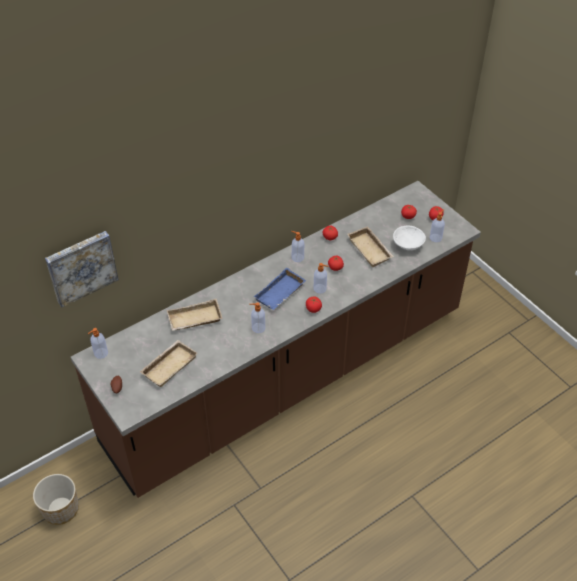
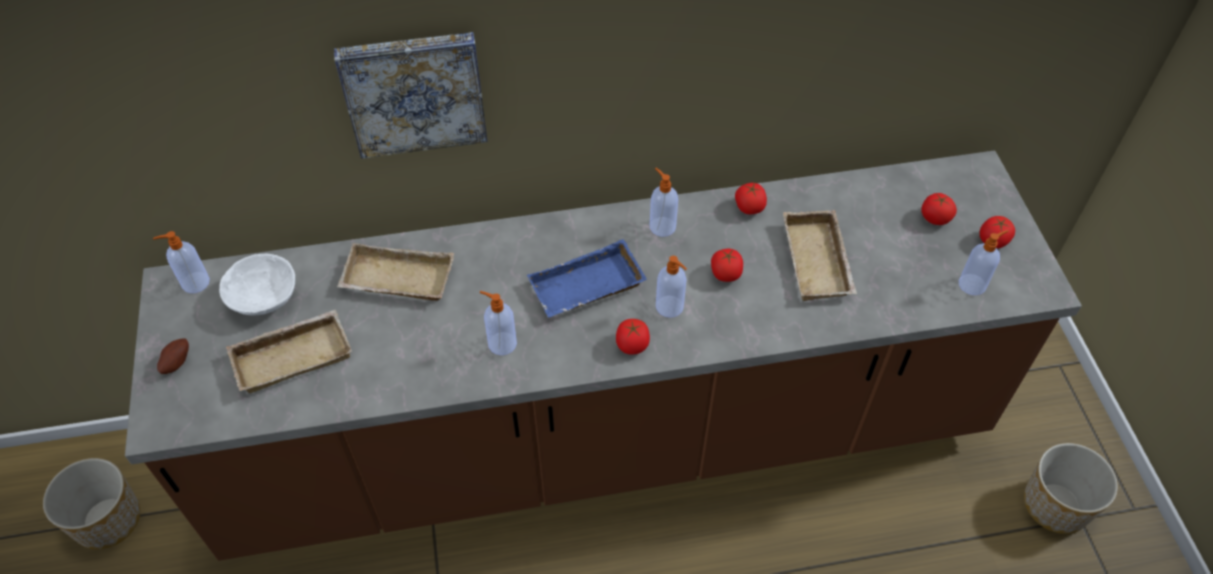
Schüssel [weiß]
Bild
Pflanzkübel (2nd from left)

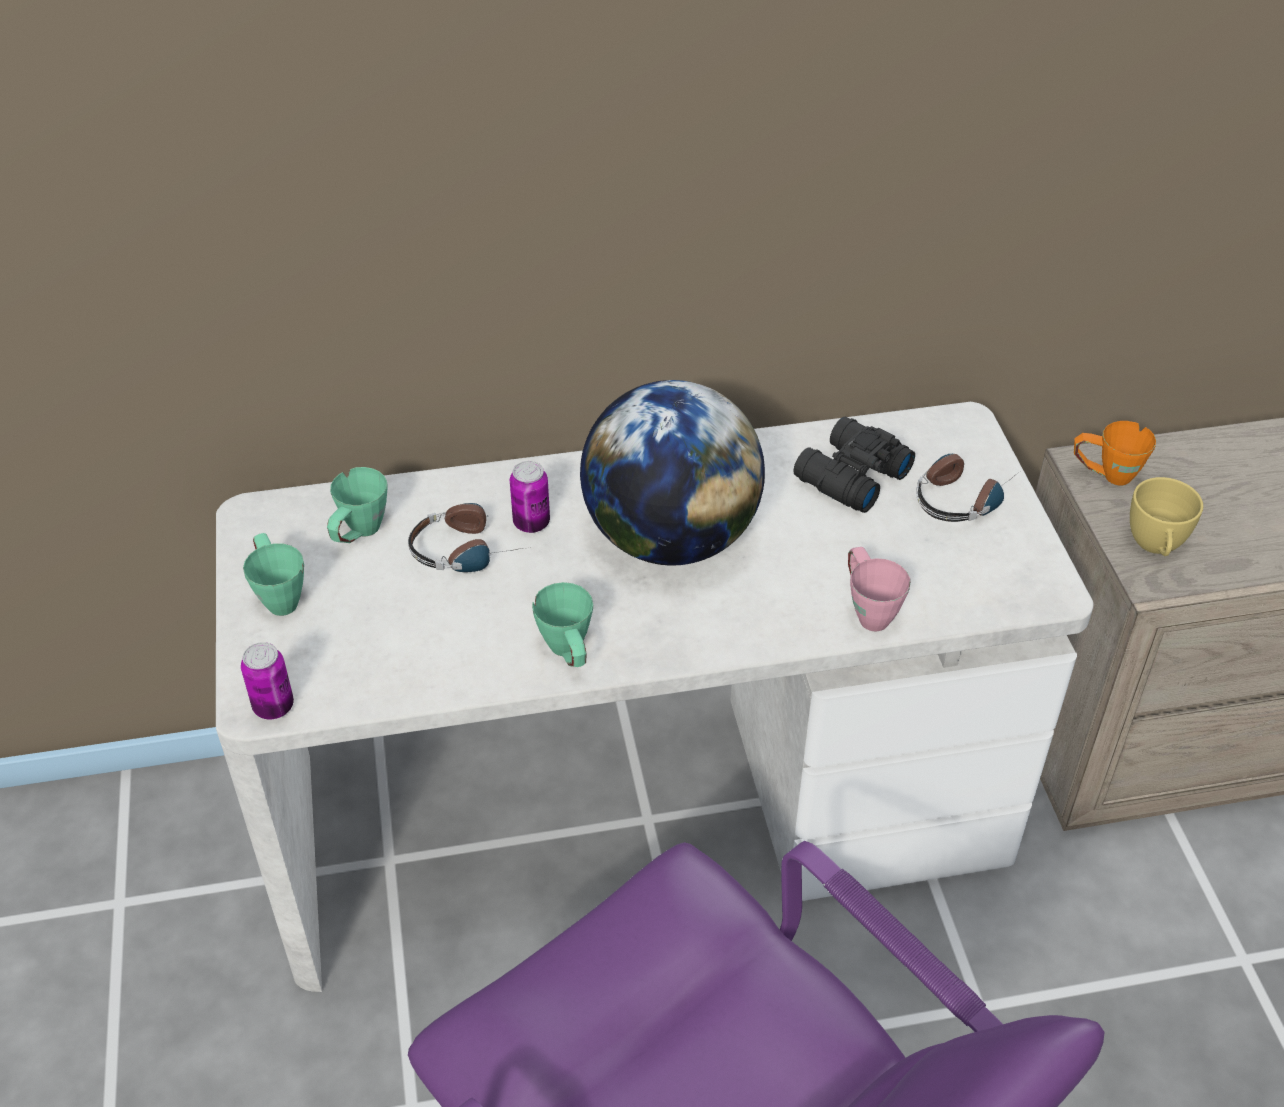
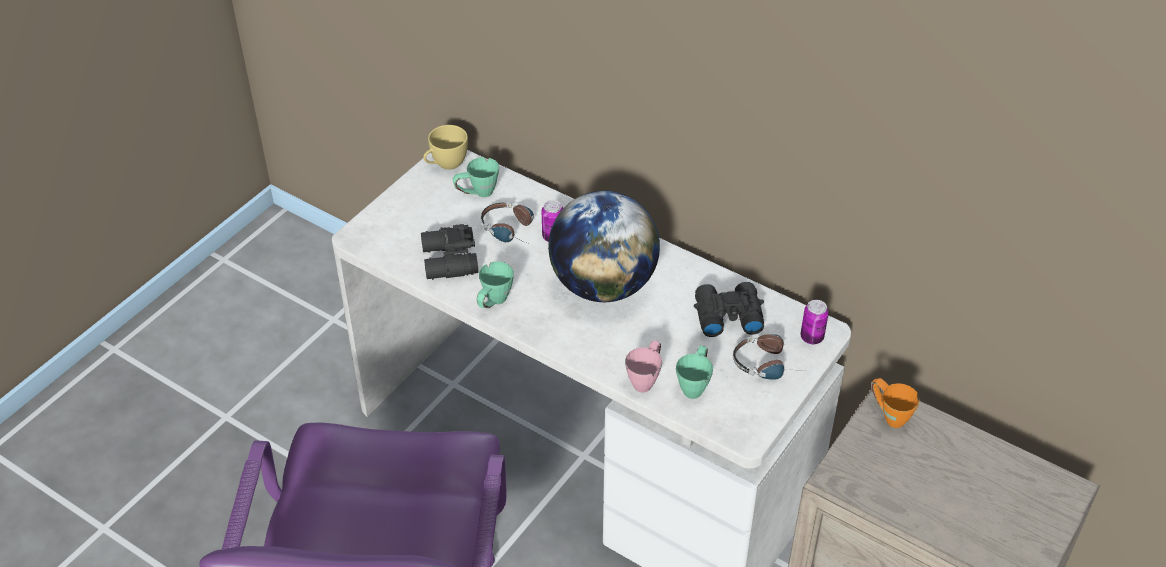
Fernglas [schwarz] (1st from left)
Tasse [gelb]
Henkelbecher [grün] (3rd from left)
Dose (2nd from left)

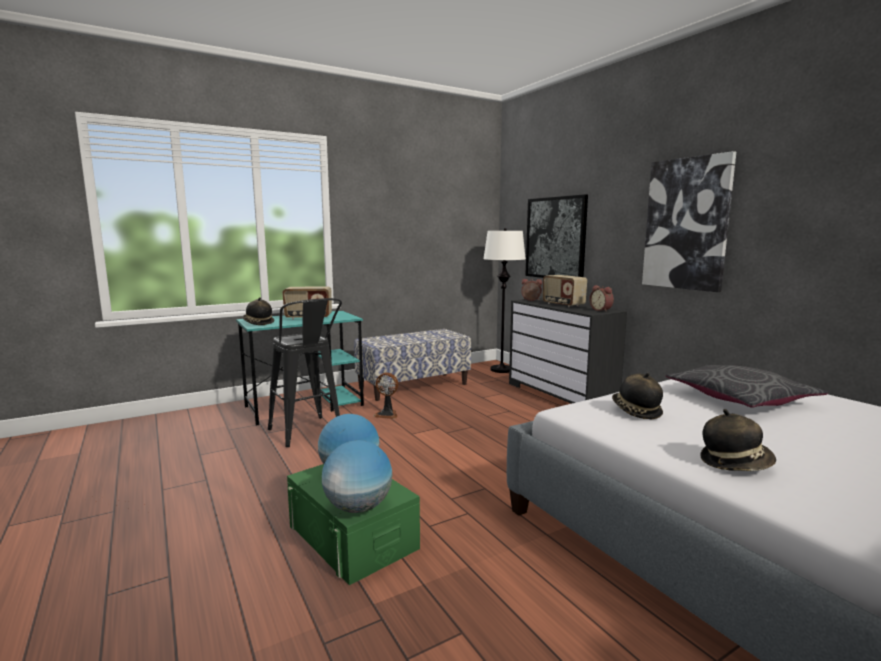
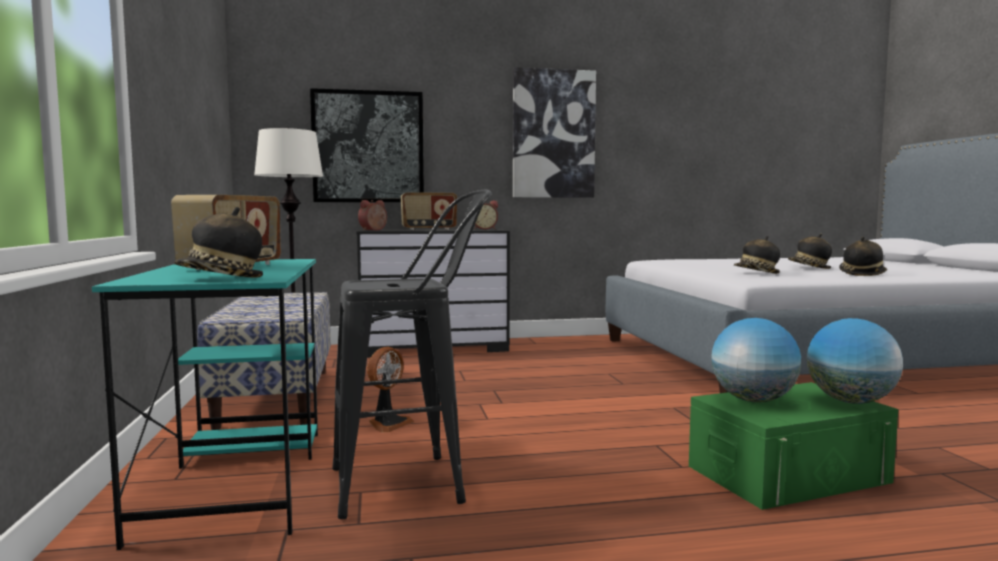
Hut (3rd from left)
Kissen [grau]

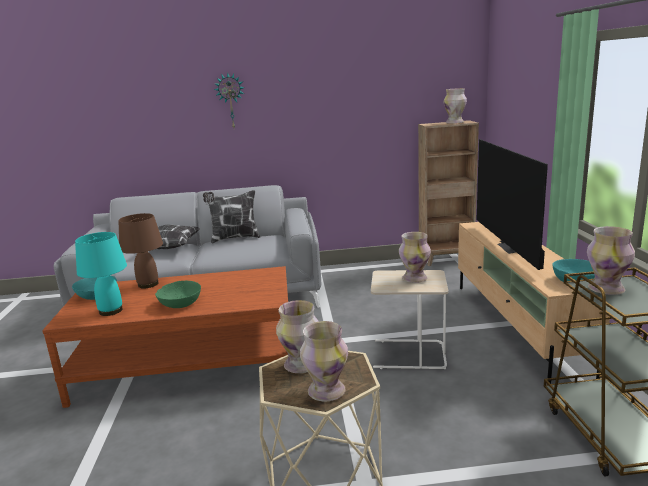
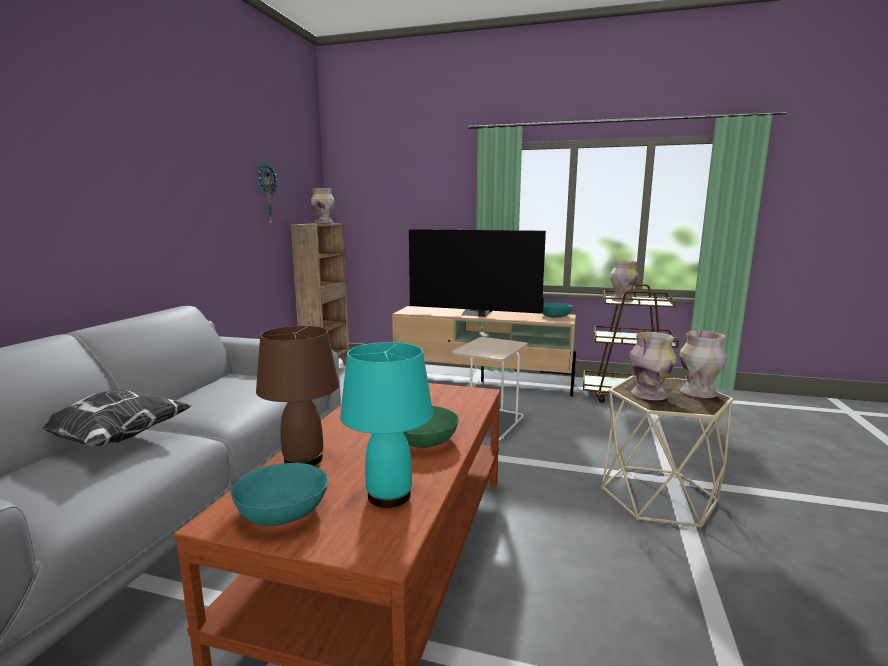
Wanduhr
Kissen (2nd from left in the first image)
Vase (3rd from left in the first image)

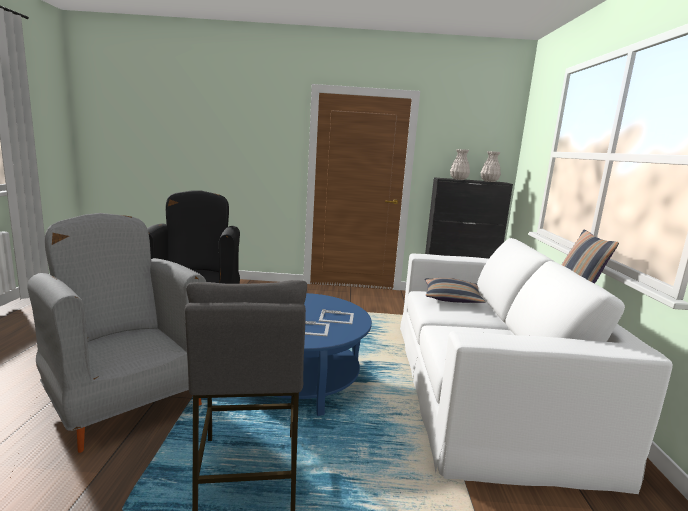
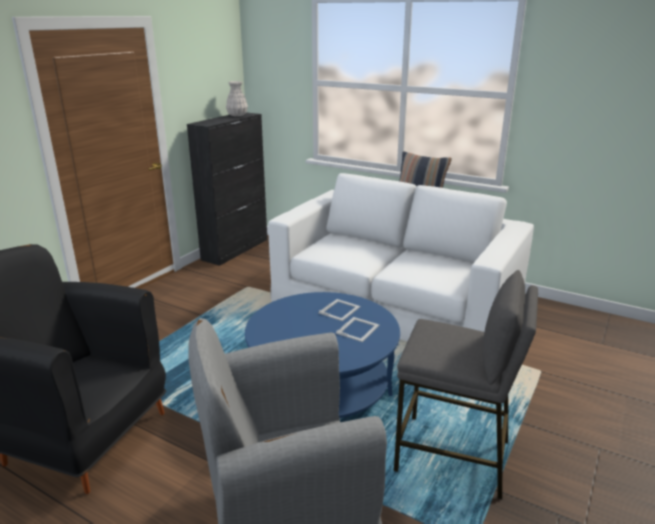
Kissen (1st from left in the first image)
Vase [weiß] (1st from left in the first image)

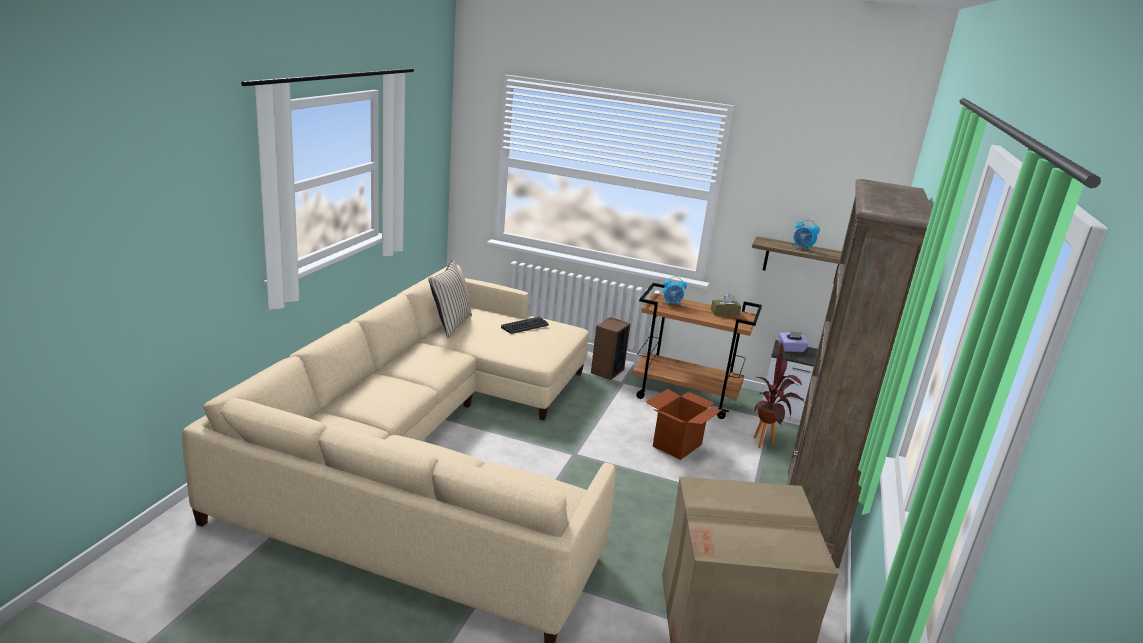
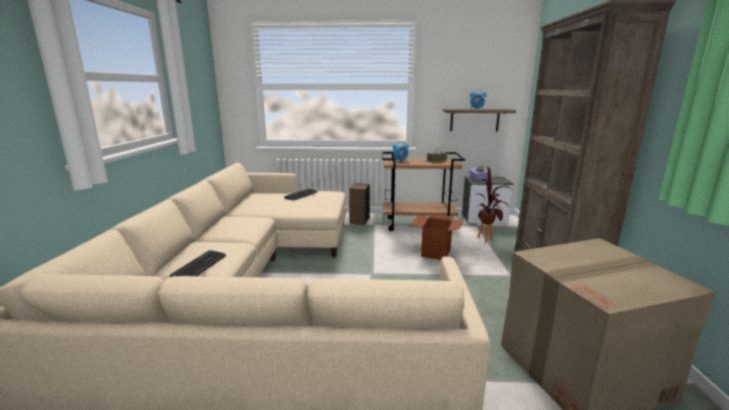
Tastatur (1st from left)
Kissen [beige]

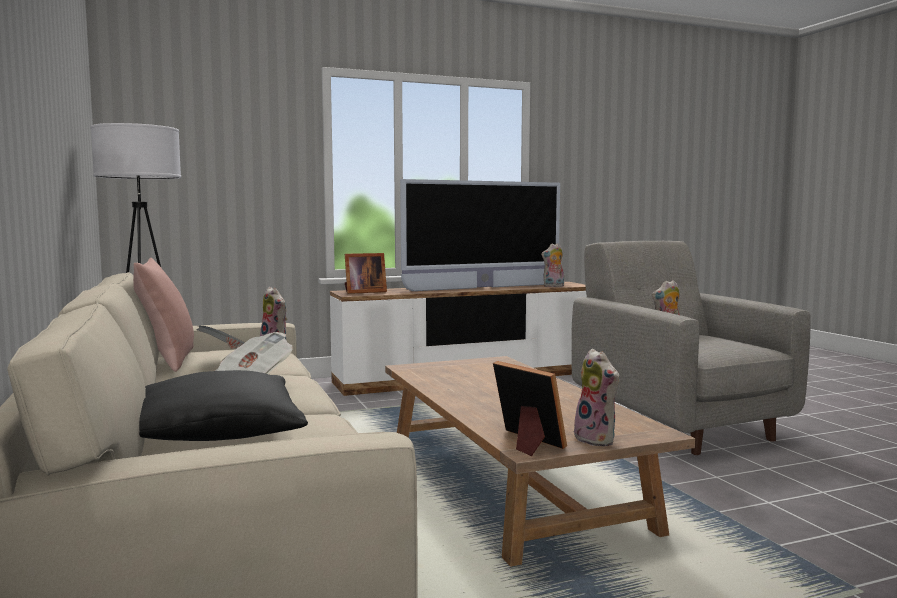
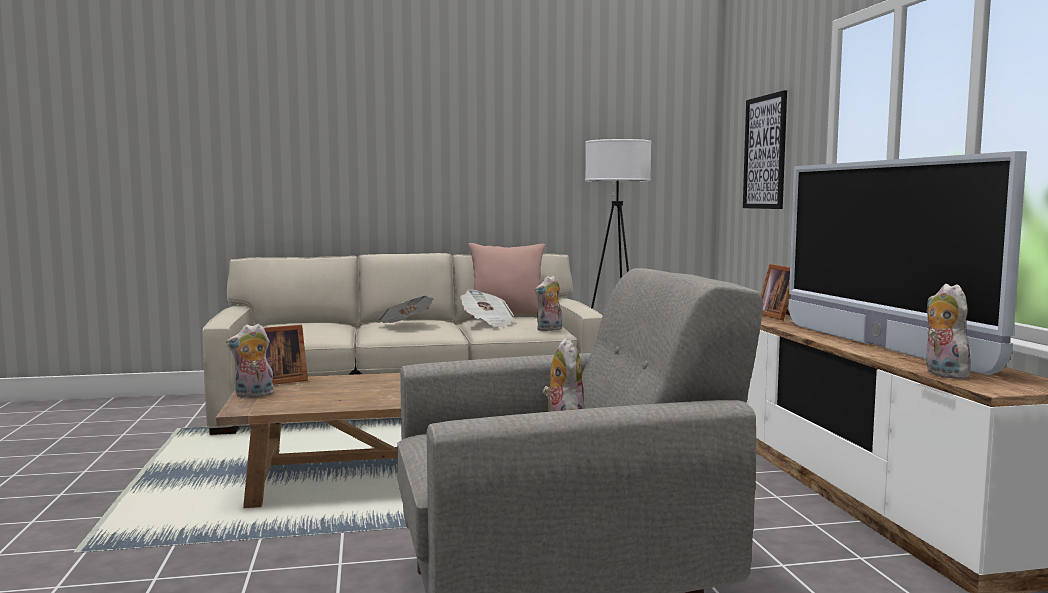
Bild
Kissen [schwarz]

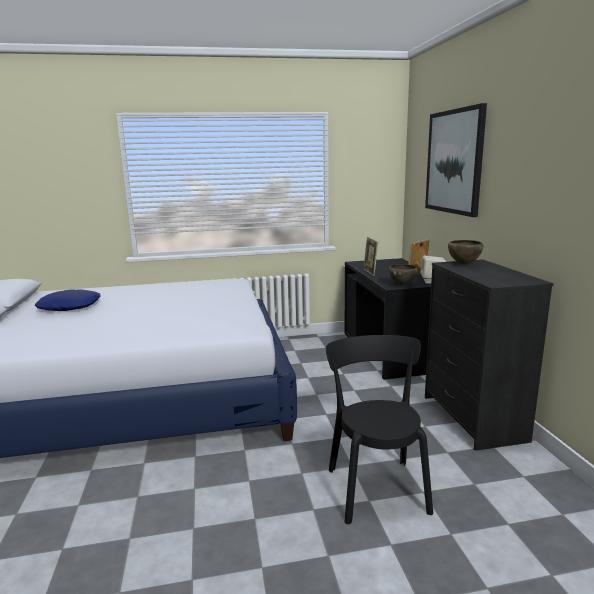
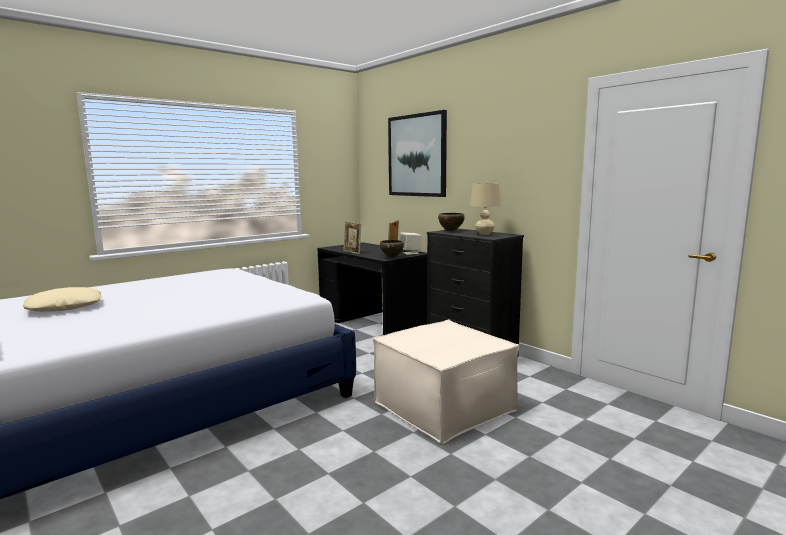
Kissen [beige]
Polsterhocker [beige]
Tischlampe [beige]

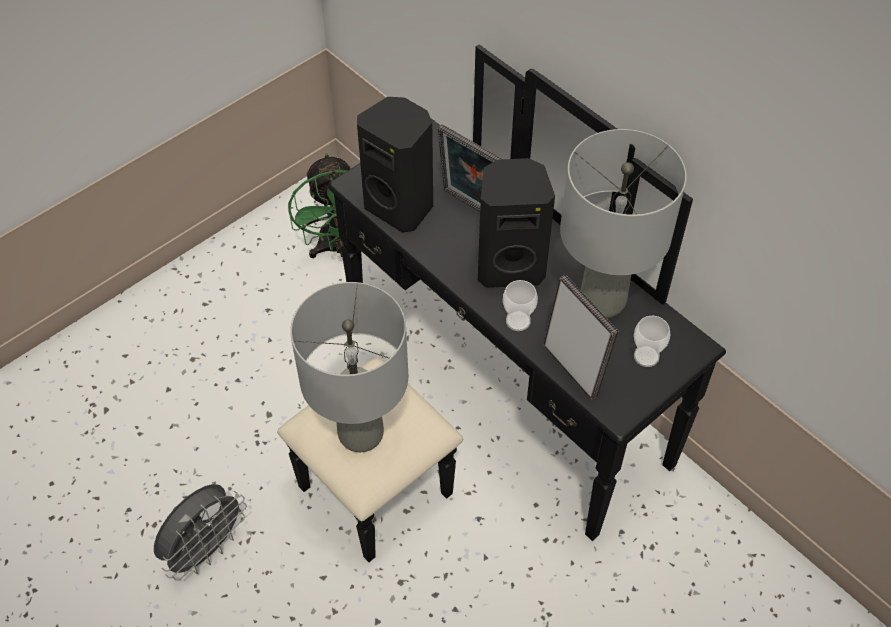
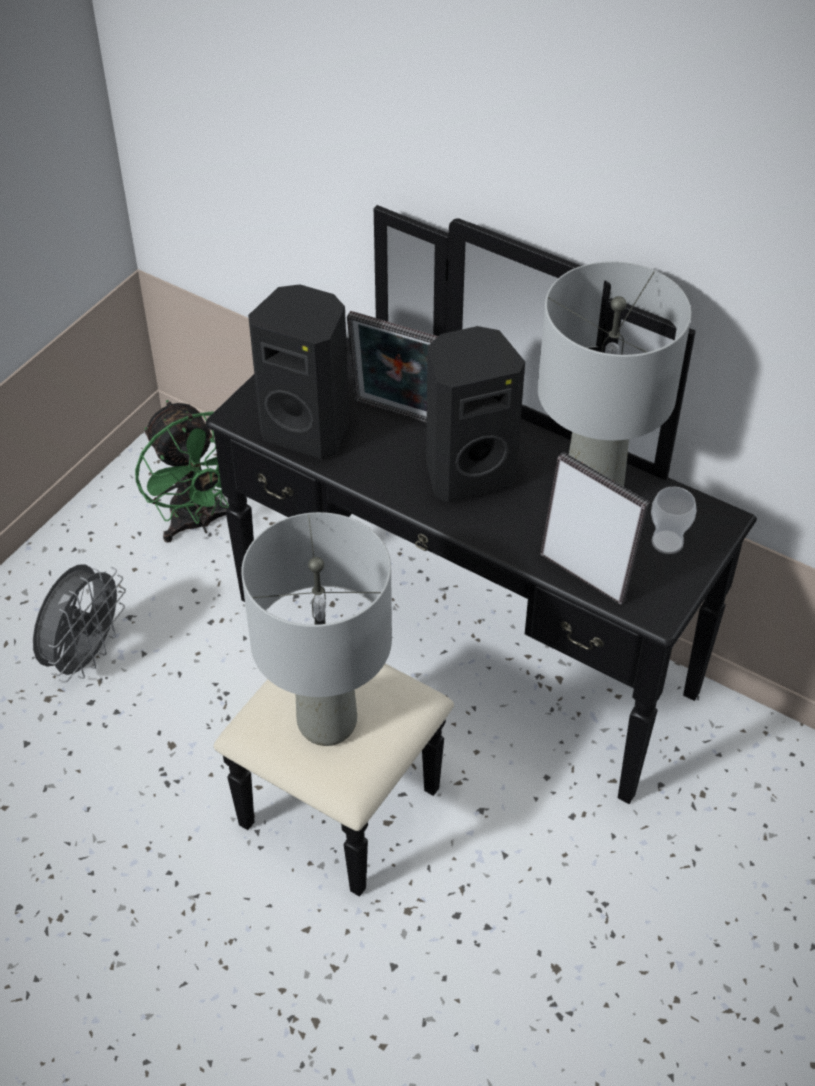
Ventilator [grau]
Tasse (1st from left in the first image)

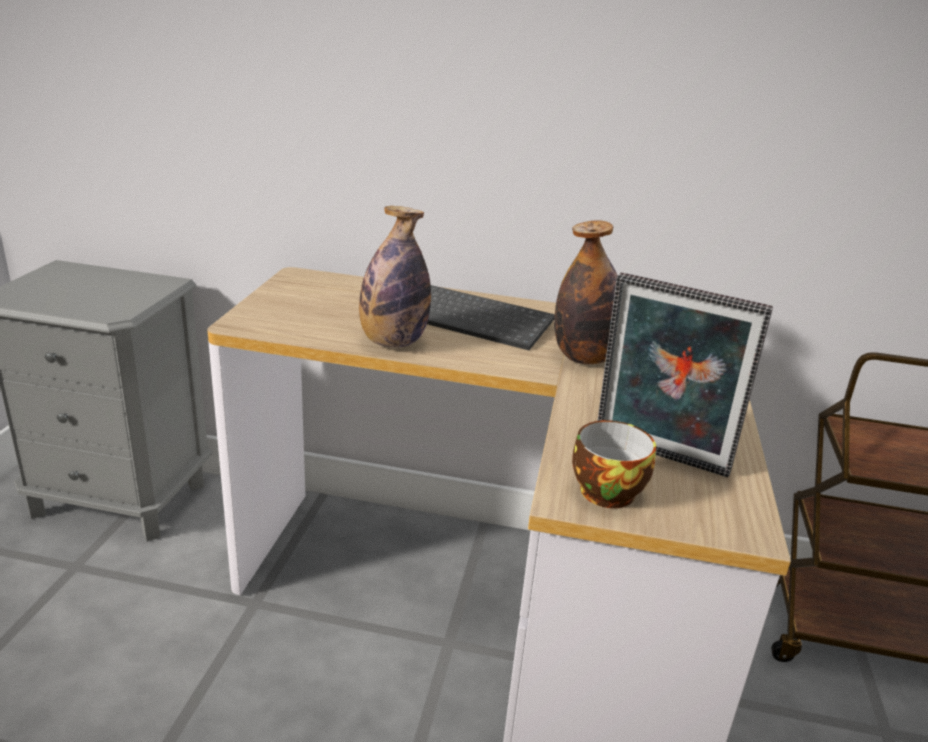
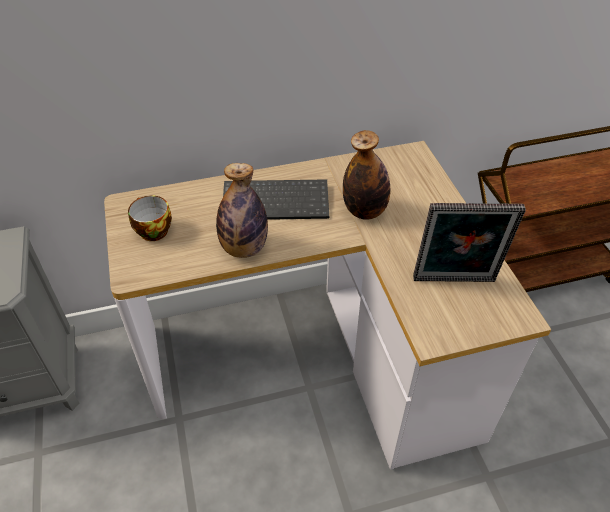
Tasse

